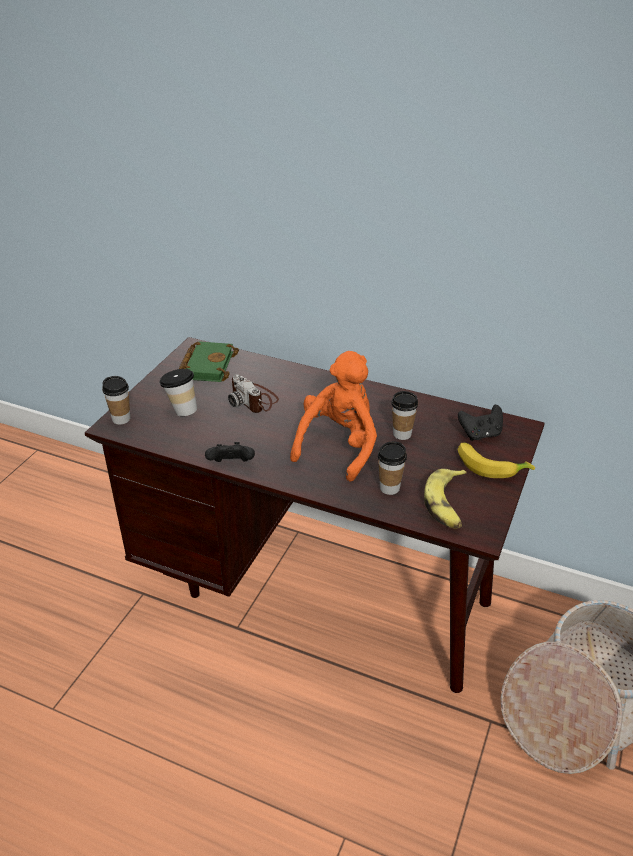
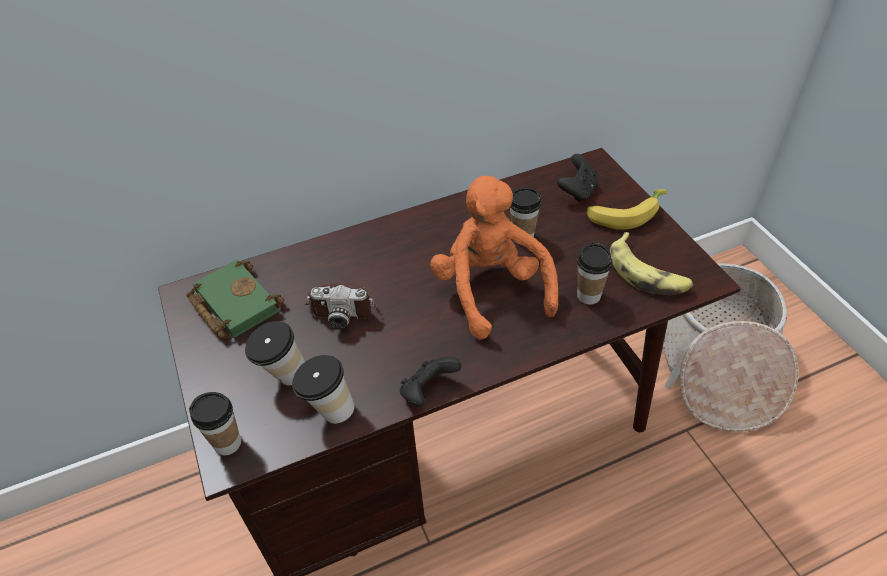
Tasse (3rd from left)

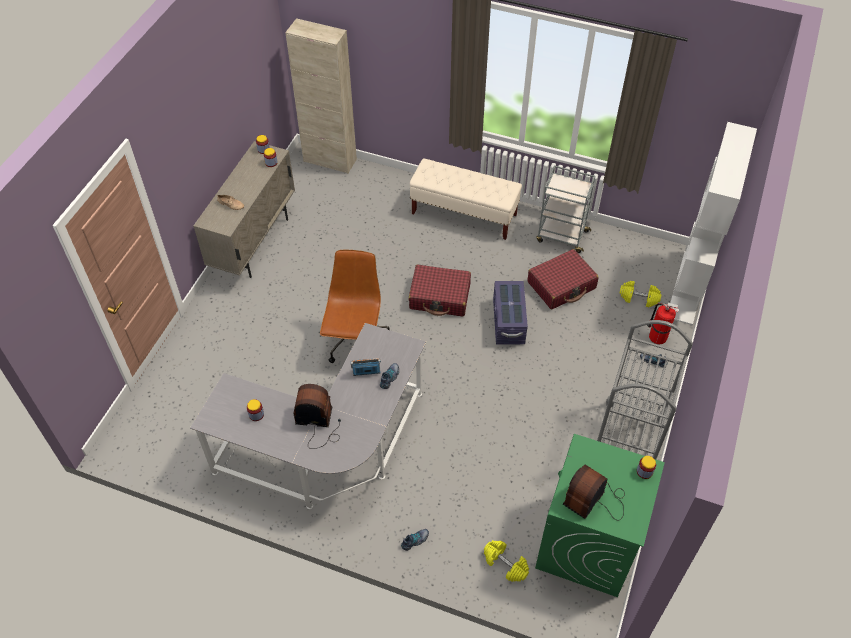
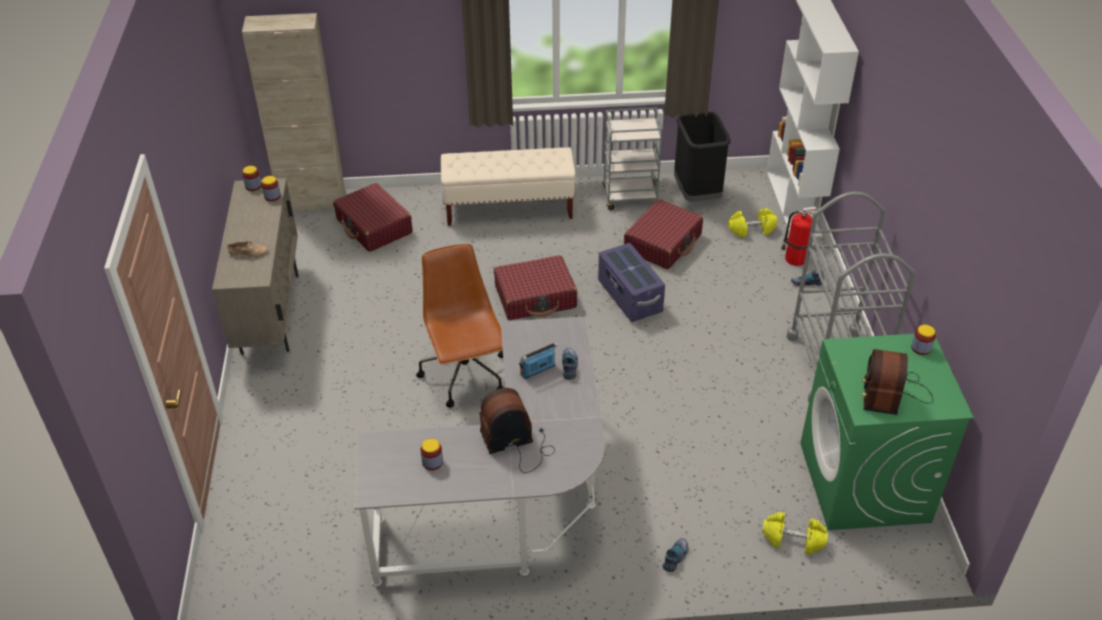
Koffer [rot] (1st from left)
Mülleimer [schwarz]

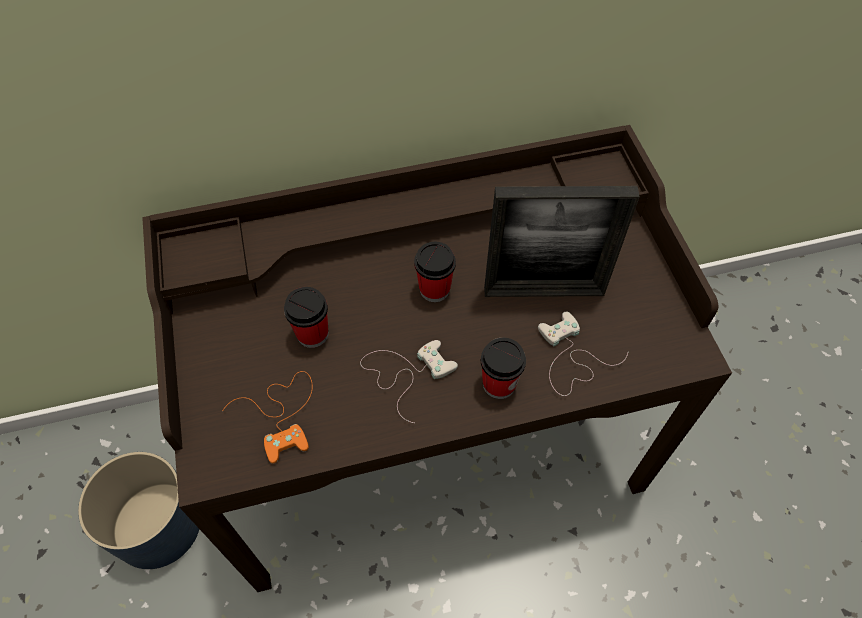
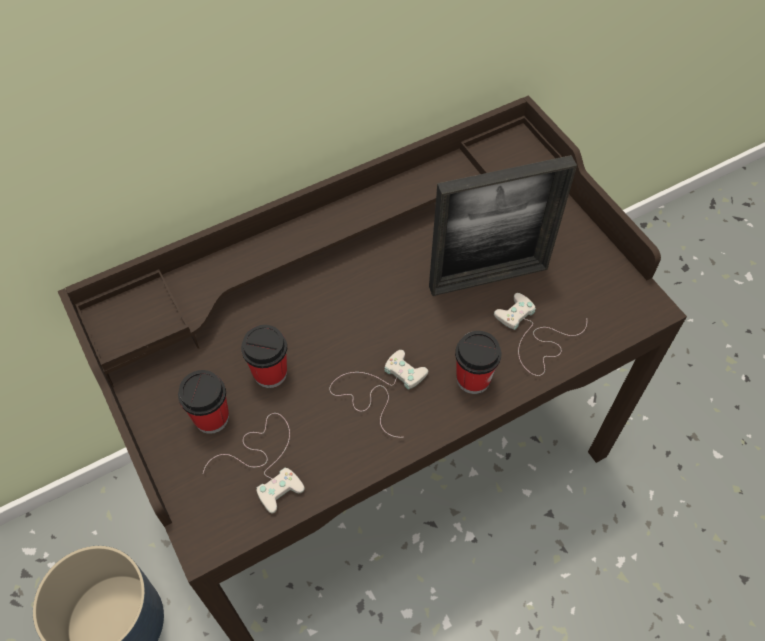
Tasse (1st from left)
Gamepad [weiß] (1st from left)

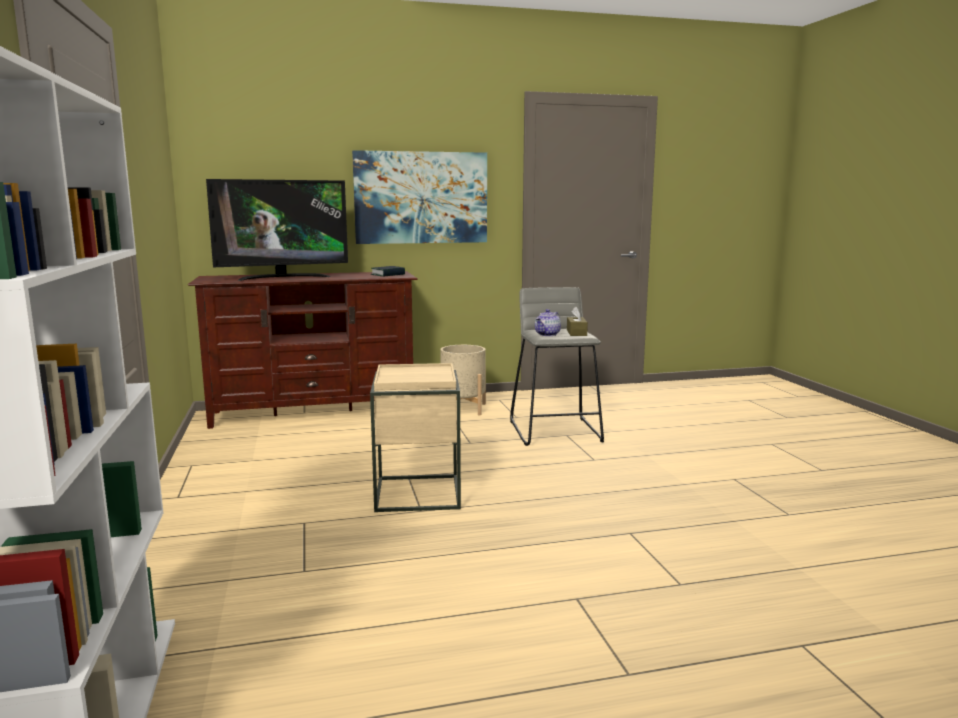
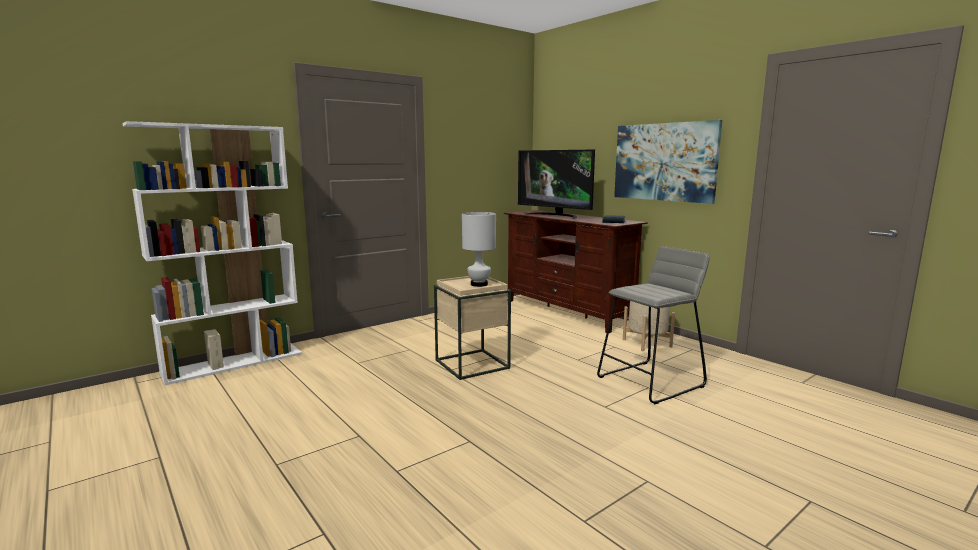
Tischlampe [weiß]
Teekanne
Taschentuchbox [braun]

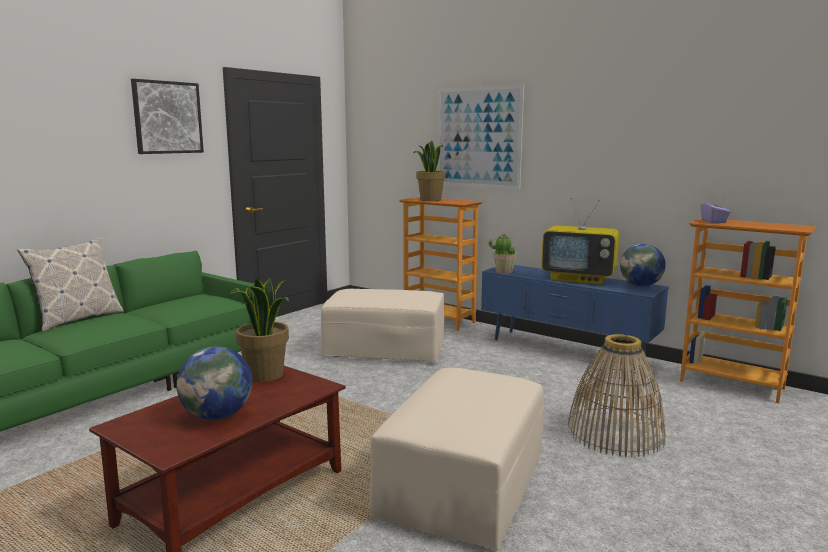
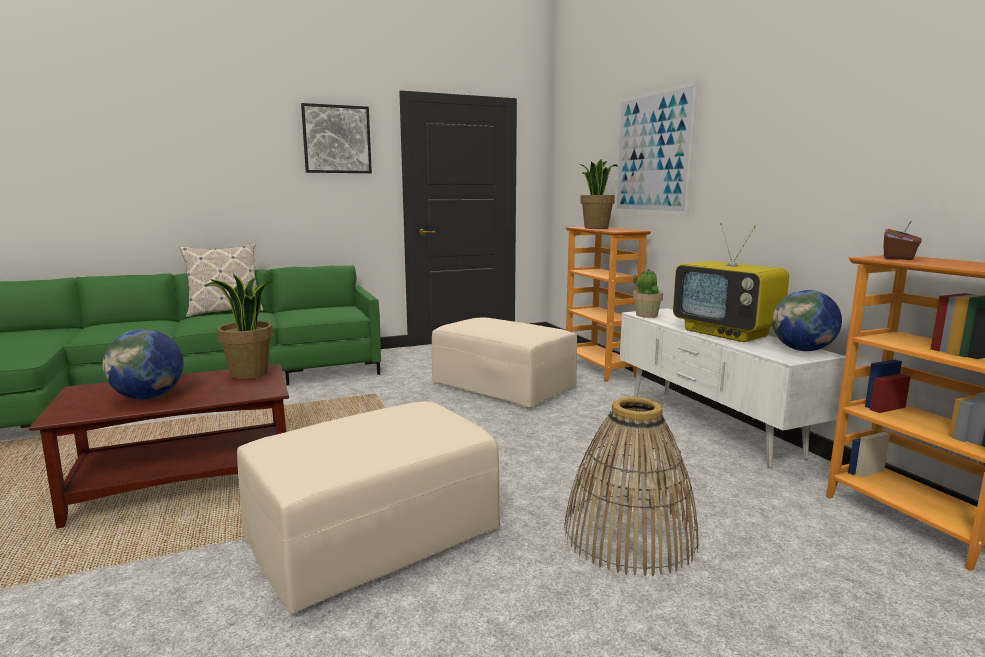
Fernsehschrank [weiß]
Taschentuchbox [braun]

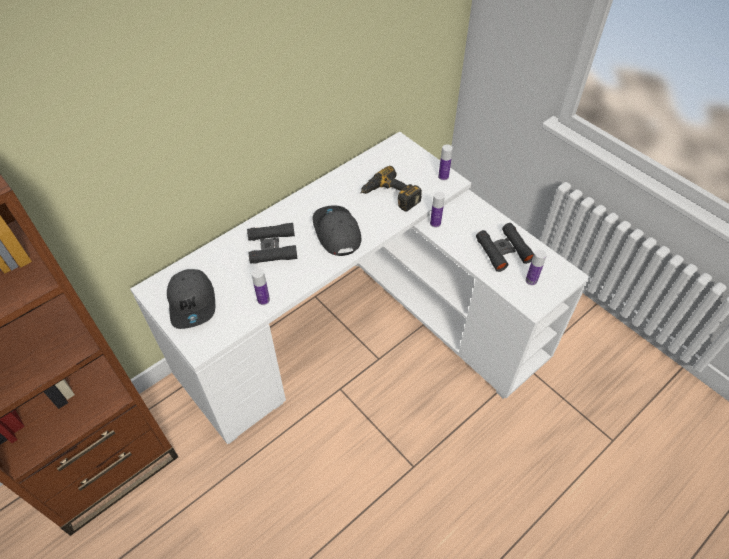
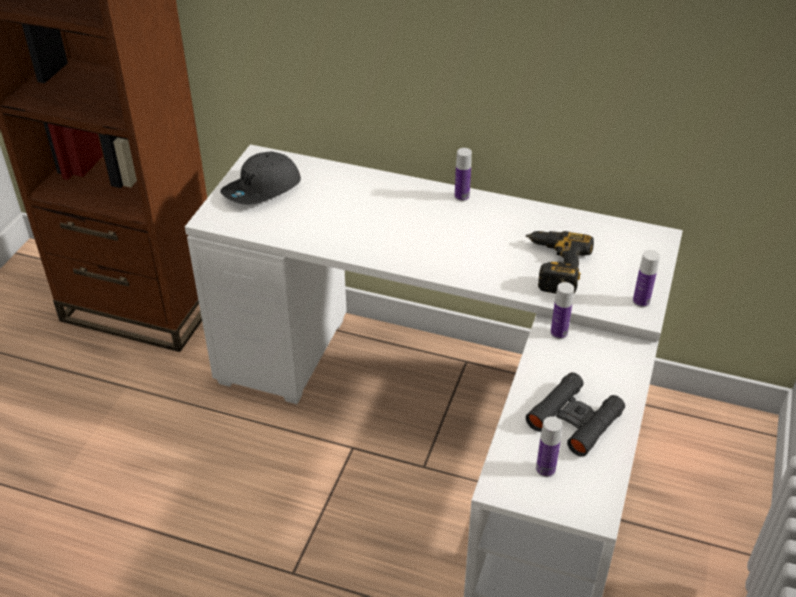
Flasche (1st from left)
Fernglas [schwarz] (1st from left in the first image)
Kappe [grau] (2nd from left in the first image)

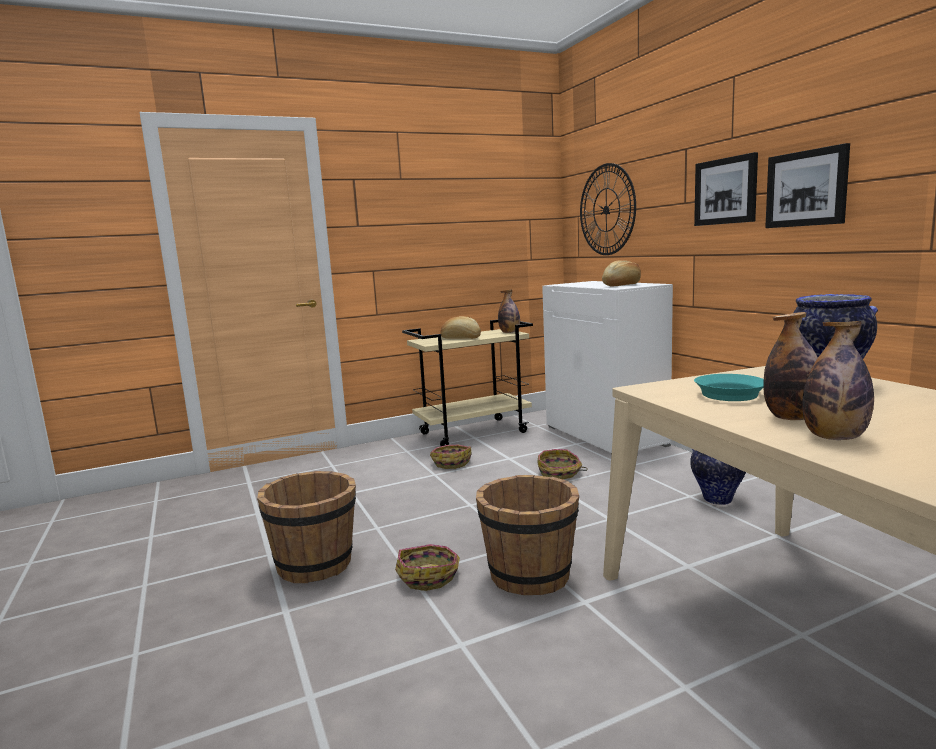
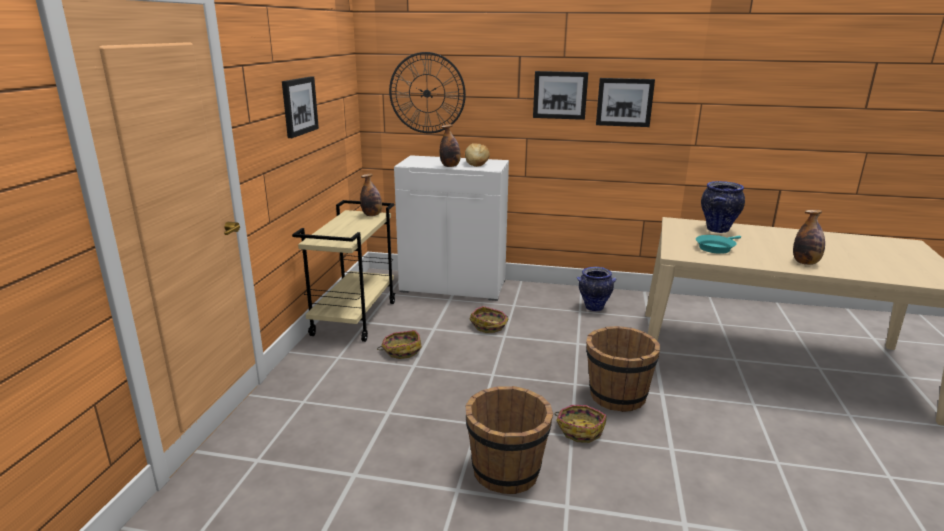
Bild (1st from left)
Flasche (2nd from left)
Brot (1st from left in the first image)

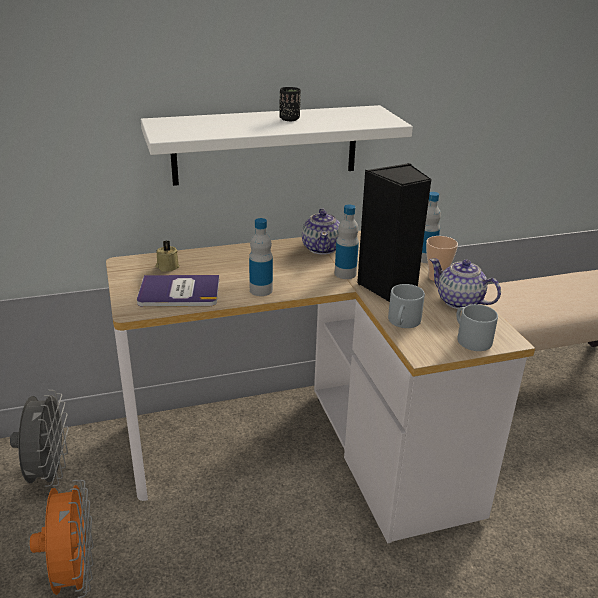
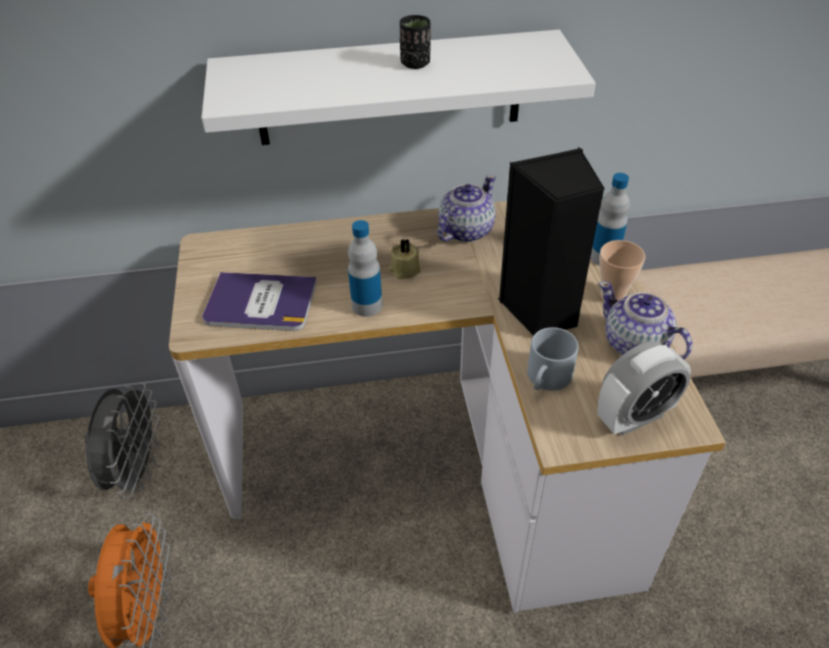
Kerze [beige]
Teekanne (1st from left)
Wecker
Flasche (2nd from left in the first image)

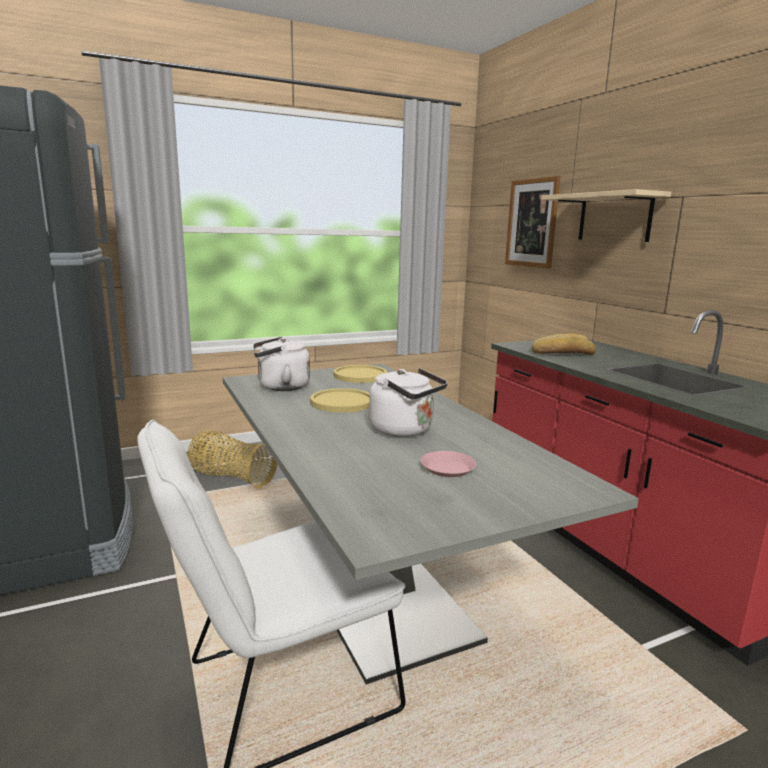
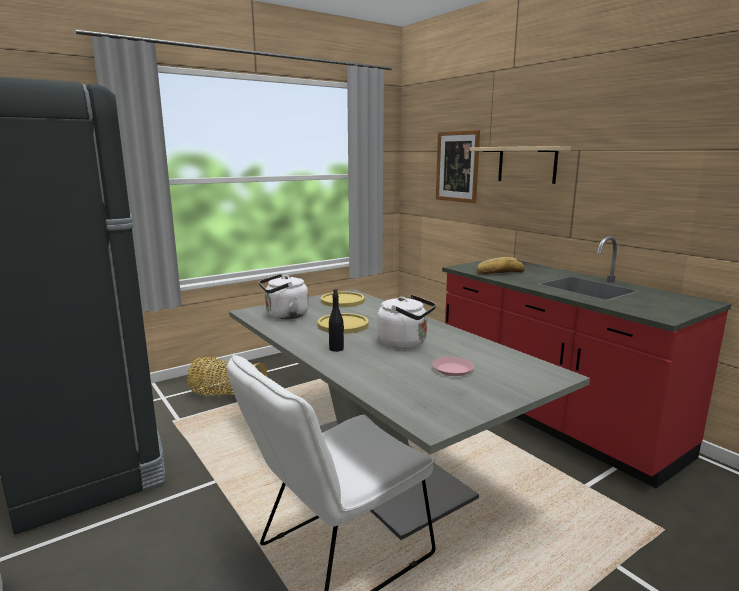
Flasche [schwarz]

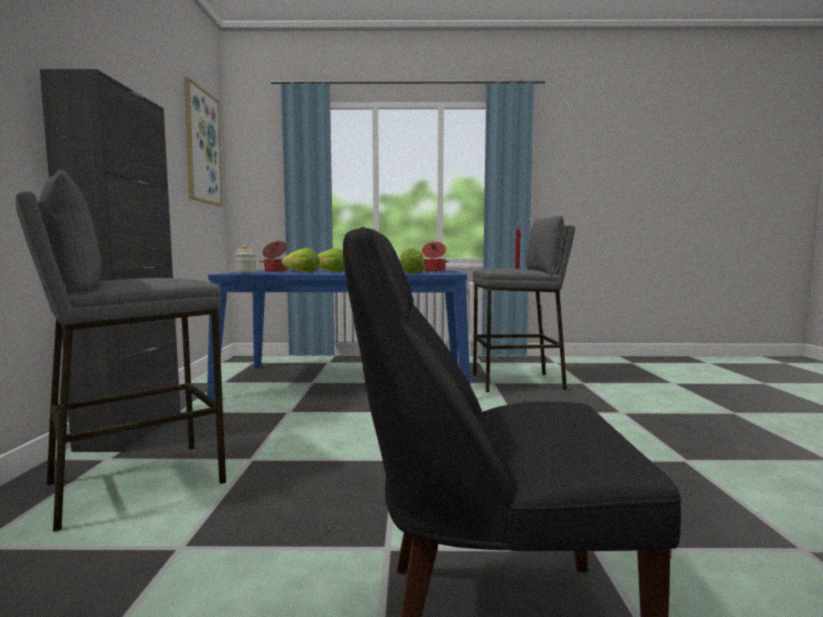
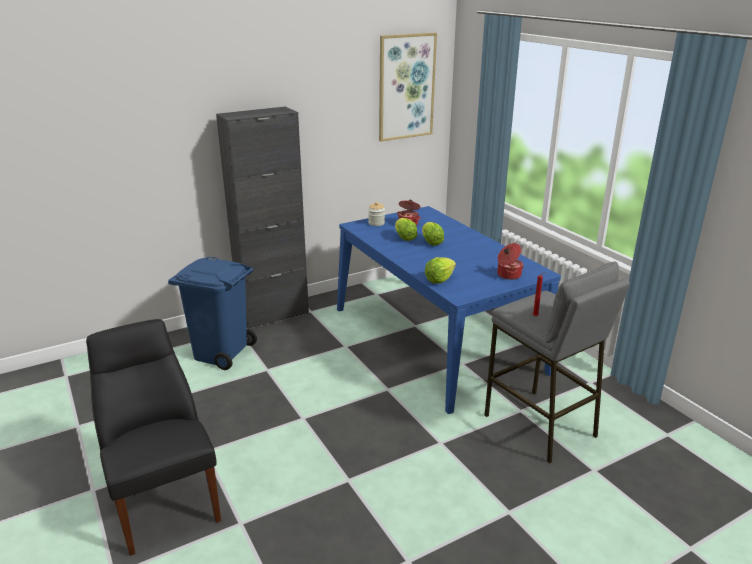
Mülleimer [blau]

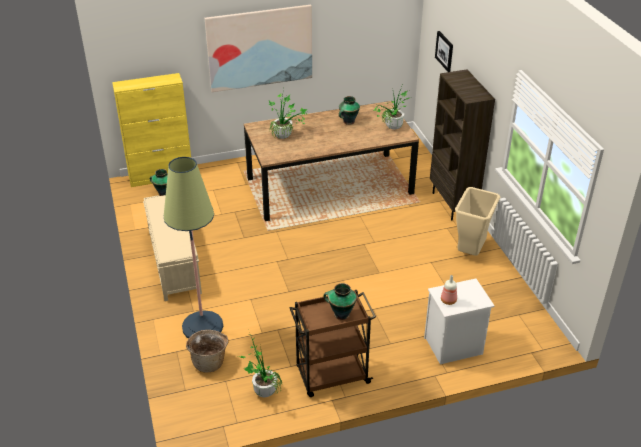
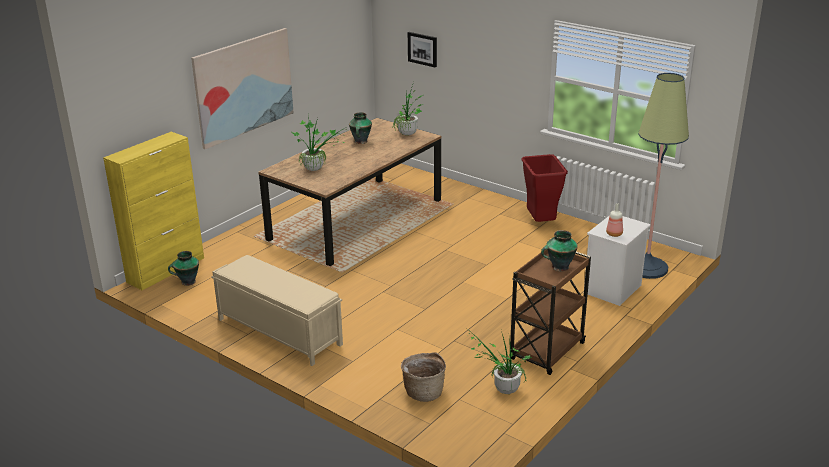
Mülleimer [rot]
Stehlampe
Bücherregal [braun]

